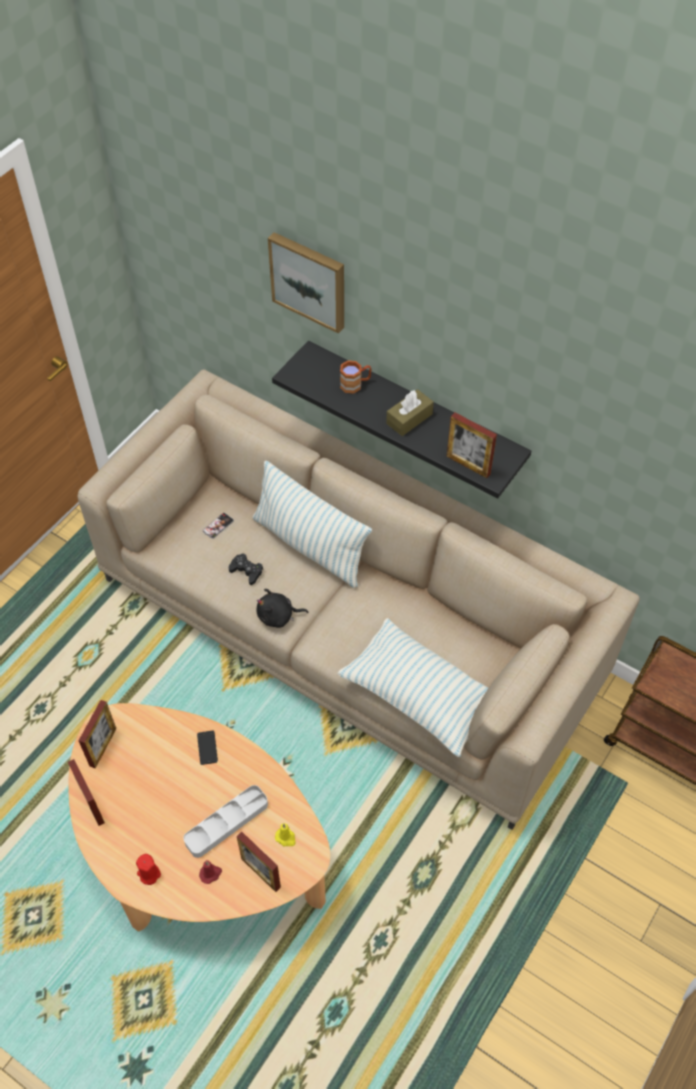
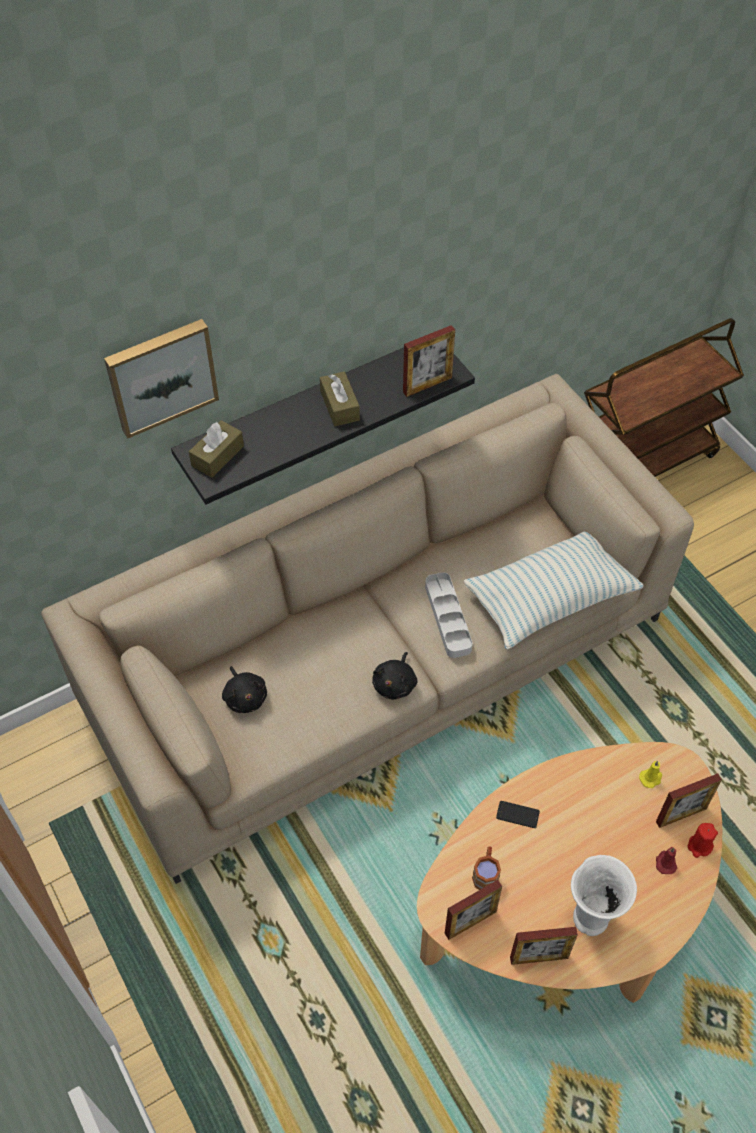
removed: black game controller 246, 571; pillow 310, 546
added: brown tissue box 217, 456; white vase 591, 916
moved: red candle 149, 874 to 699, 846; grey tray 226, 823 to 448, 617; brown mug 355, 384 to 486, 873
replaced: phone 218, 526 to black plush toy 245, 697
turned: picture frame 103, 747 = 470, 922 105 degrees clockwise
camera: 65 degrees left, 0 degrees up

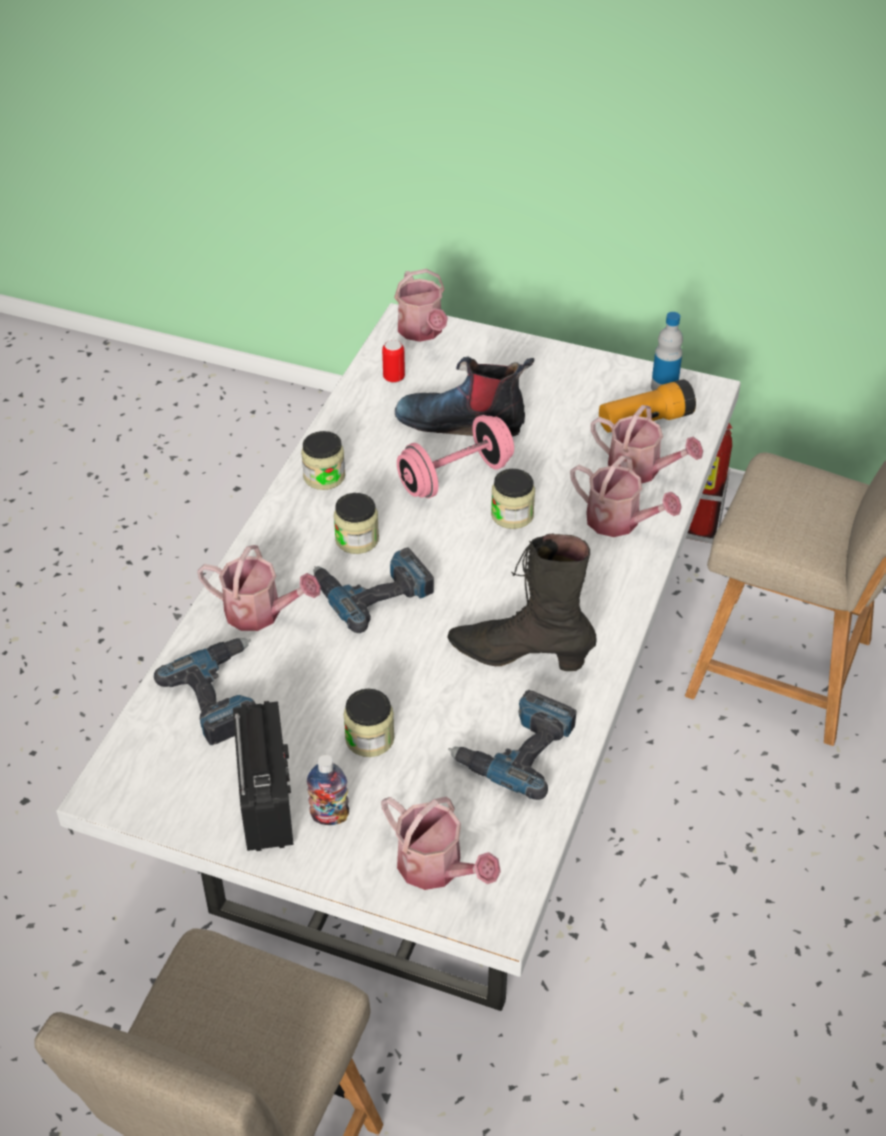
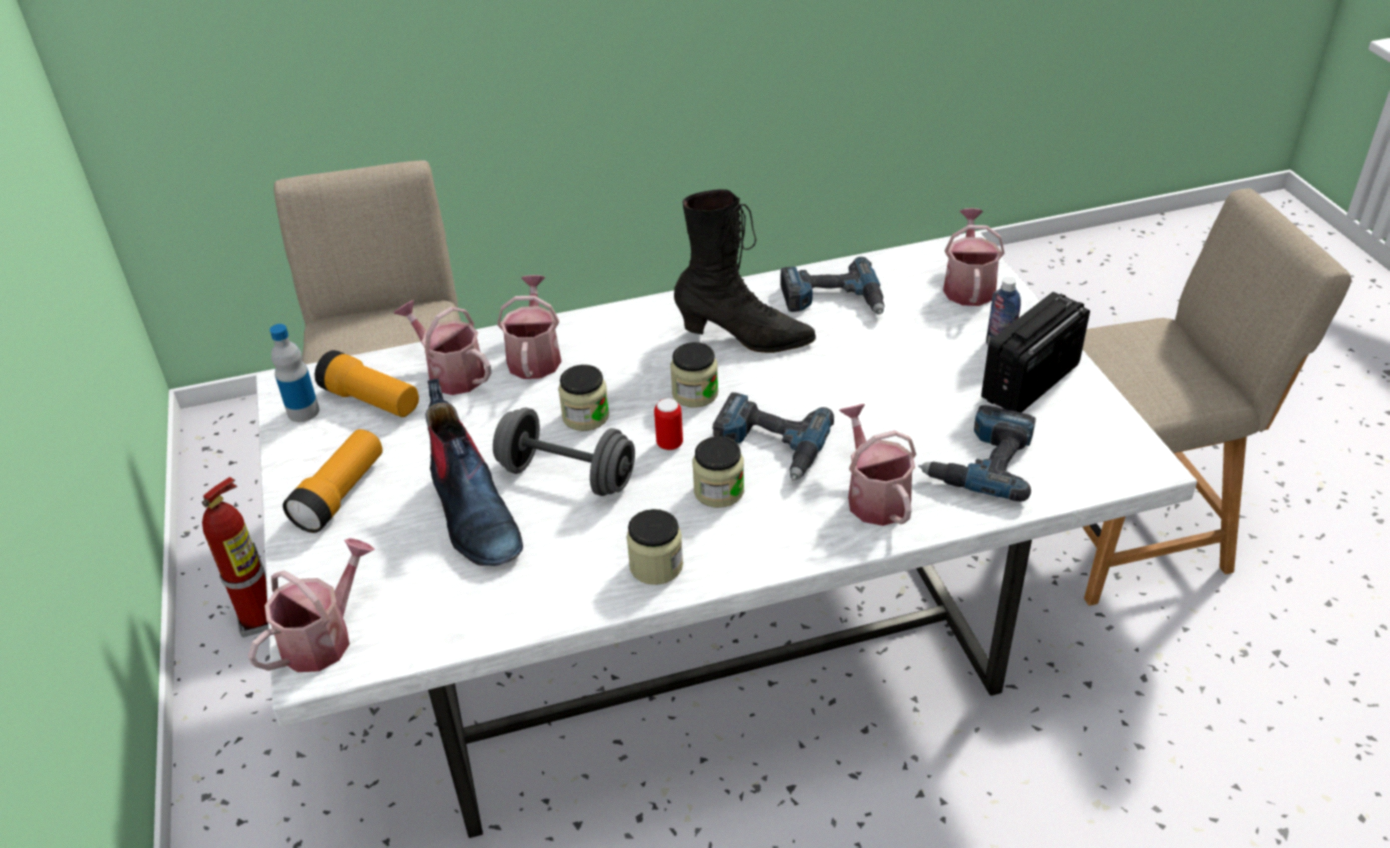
added: flashlight 340, 494
moved: jar 369, 738 to 695, 393; can 394, 378 to 669, 444
recoloured: pink dumbbell 455, 477 to grey dumbbell 567, 476
turned: black boot 520, 655 = 744, 338 60 degrees counterclockwise; watering can 641, 470 = 451, 373 45 degrees counterclockwise
camera: 125 degrees left, 5 degrees down

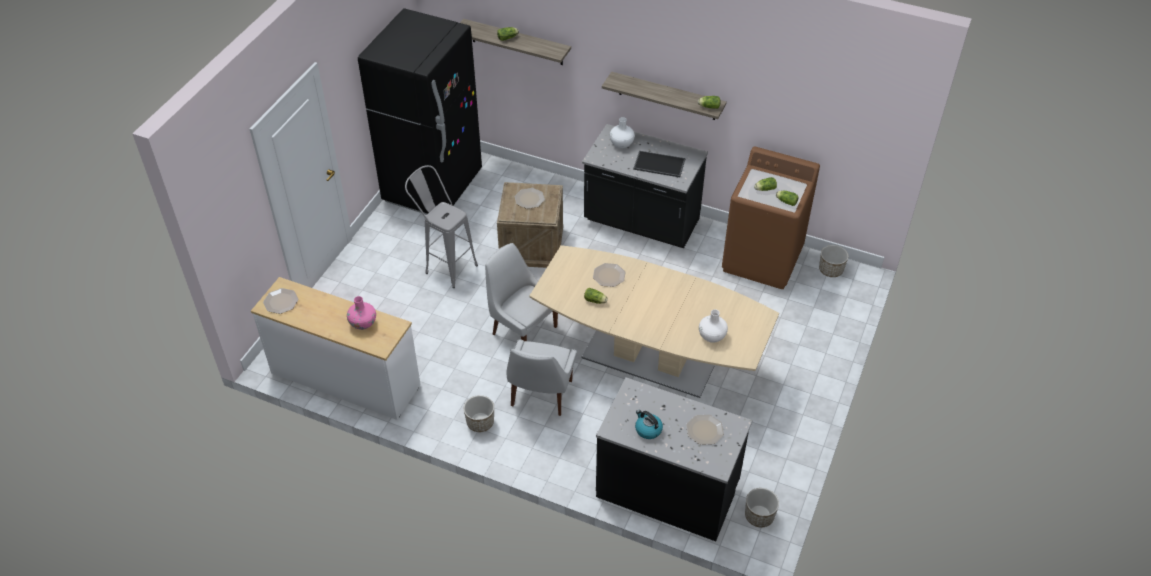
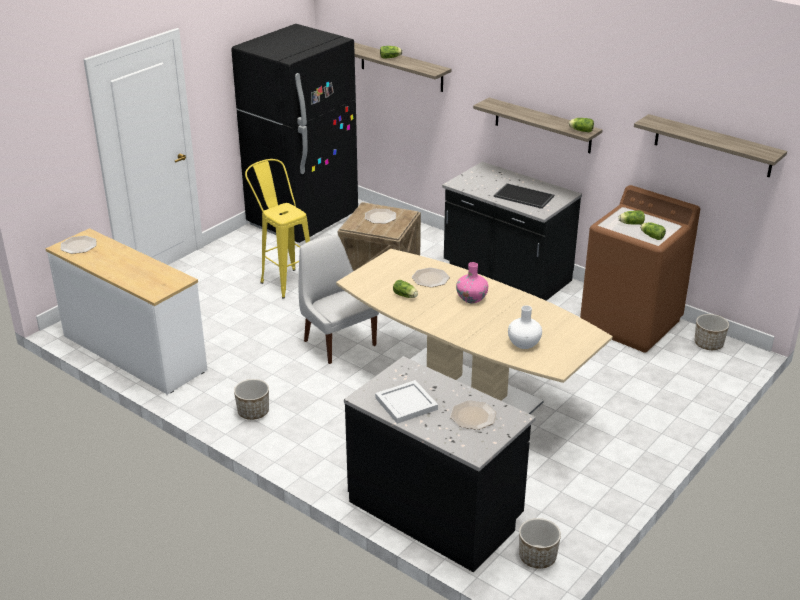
removed: white chair 540, 395; white vase 621, 144
added: shelf 713, 146
moved: pink vase 363, 323 to 471, 298
replaced: kettle 648, 429 to white tray 406, 404
recoloured: grey stool 445, 266 to yellow stool 283, 280
camera: 15 degrees right, 15 degrees down

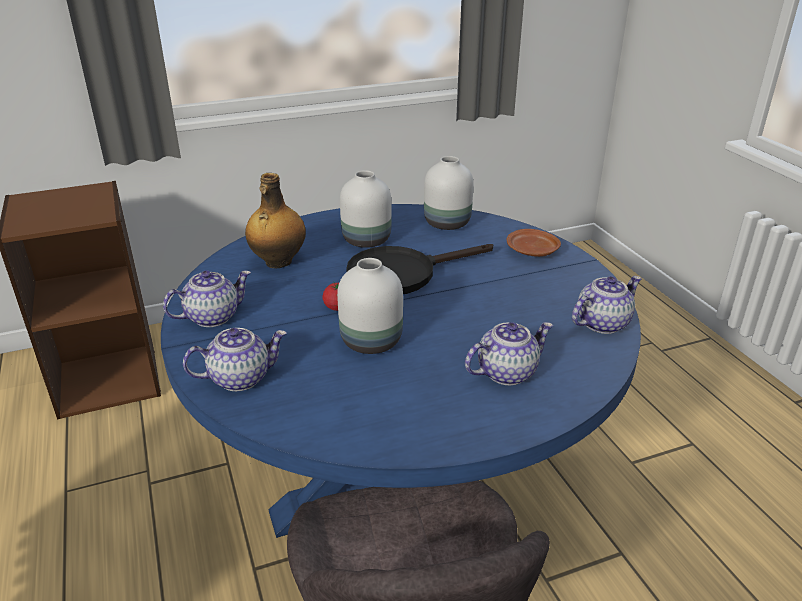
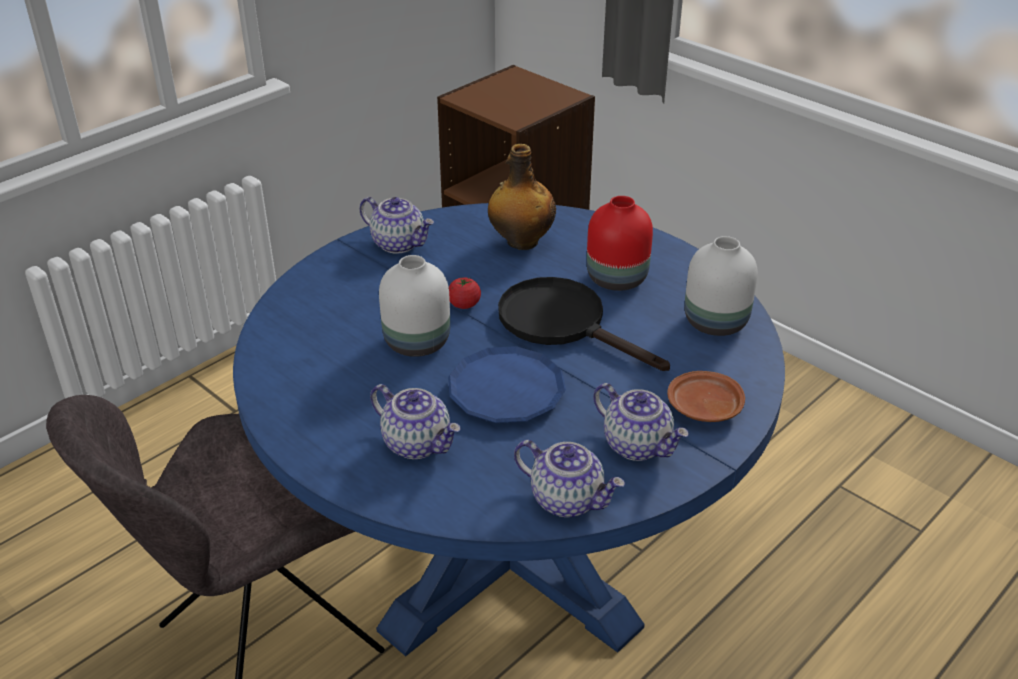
added: blue plate 506, 391
moved: teapot 240, 377 to 638, 445
recoloured: white vase 365, 241 to red vase 615, 279
camera: 65 degrees right, 5 degrees up

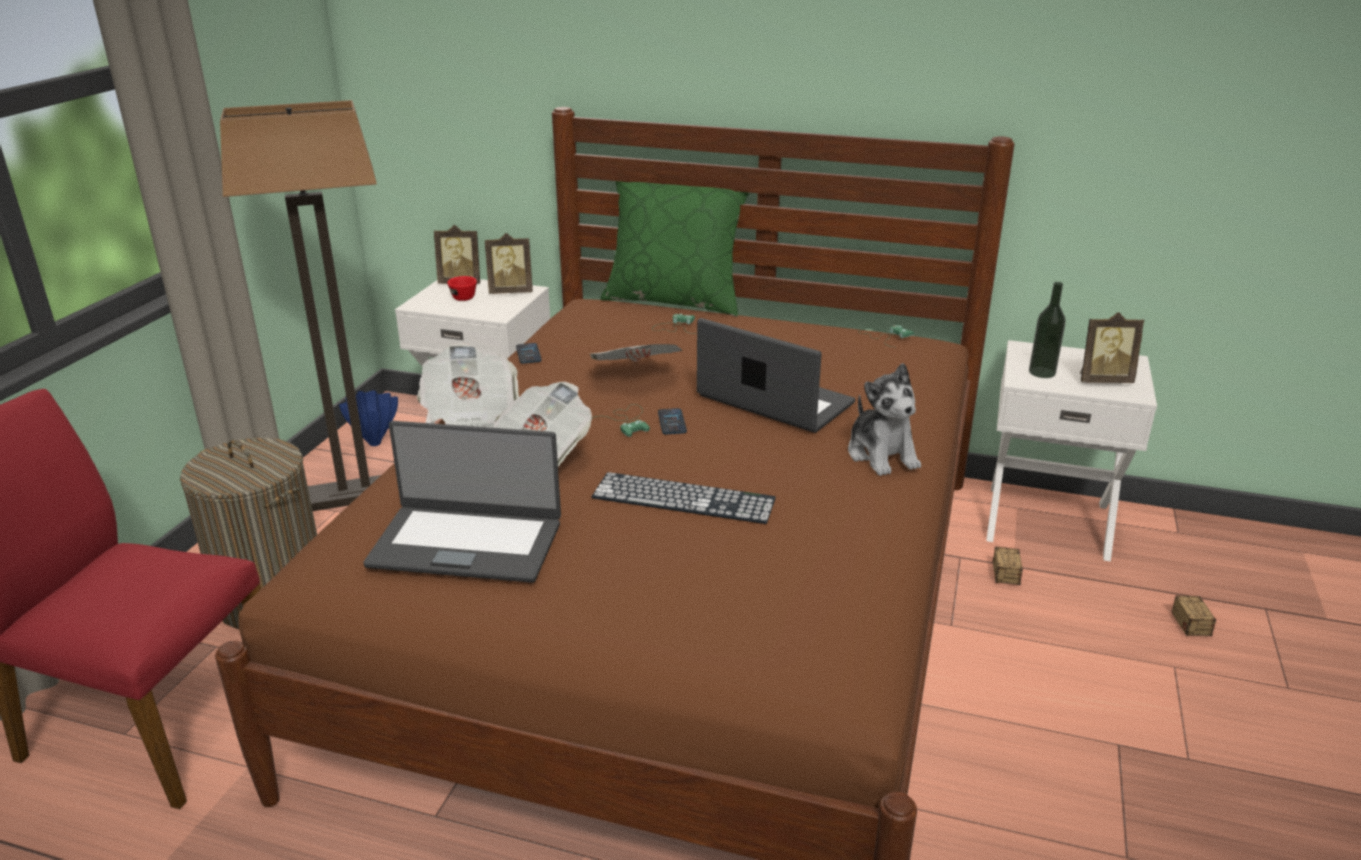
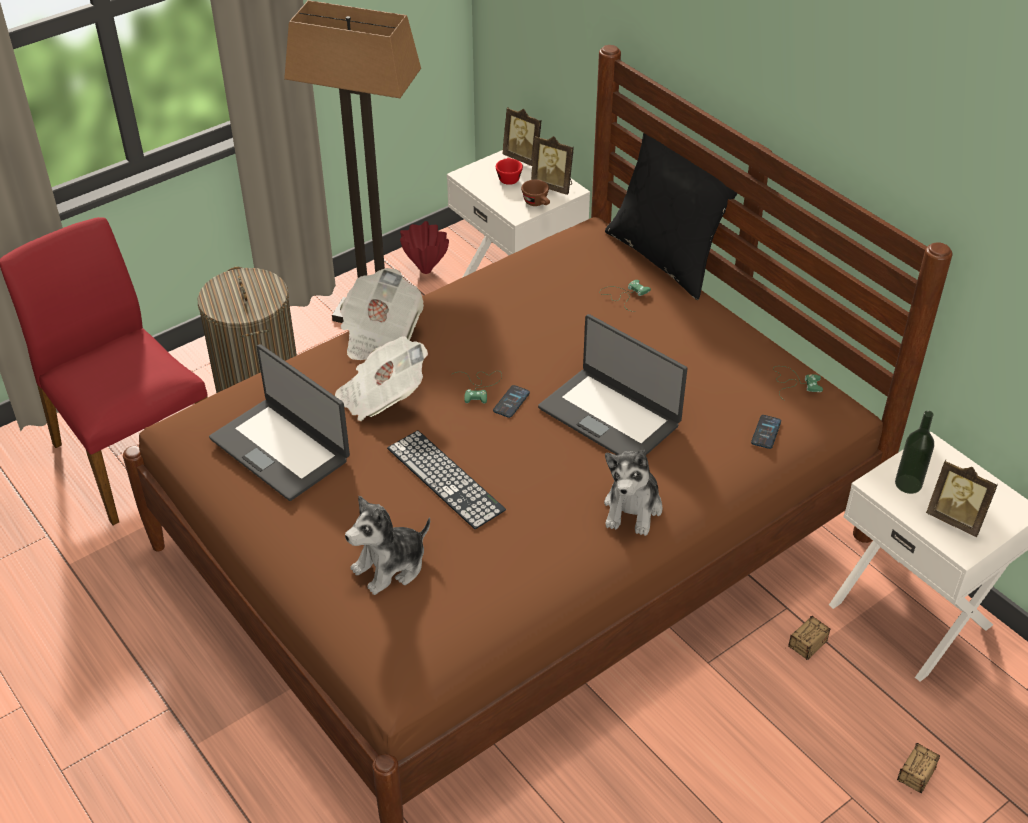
removed: newspaper 635, 376
added: plush toy 390, 566; brown cup 537, 203
moved: phone 528, 354 to 766, 432
recoloured: blue vase 373, 443 to red vase 425, 270; green pillow 675, 300 to black pillow 667, 257
turned: laptop 774, 401 = 610, 415 150 degrees clockwise
camera: 35 degrees right, 15 degrees up

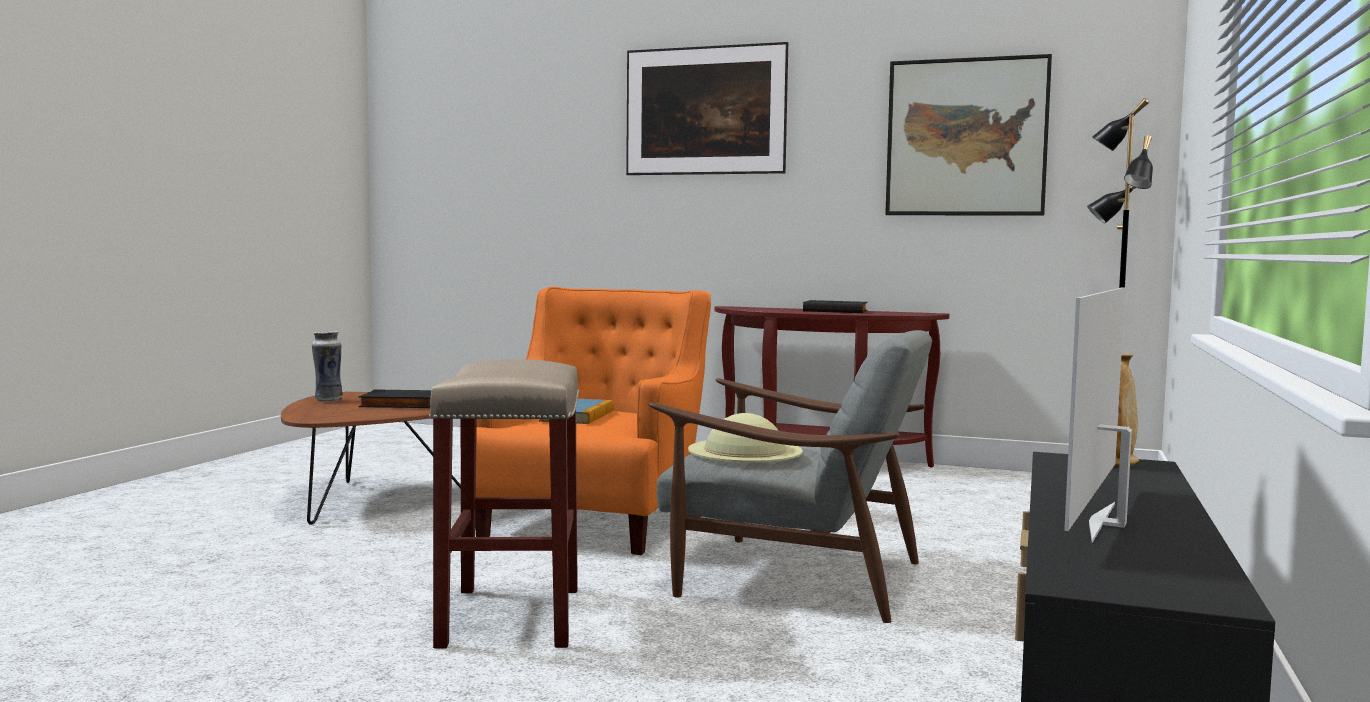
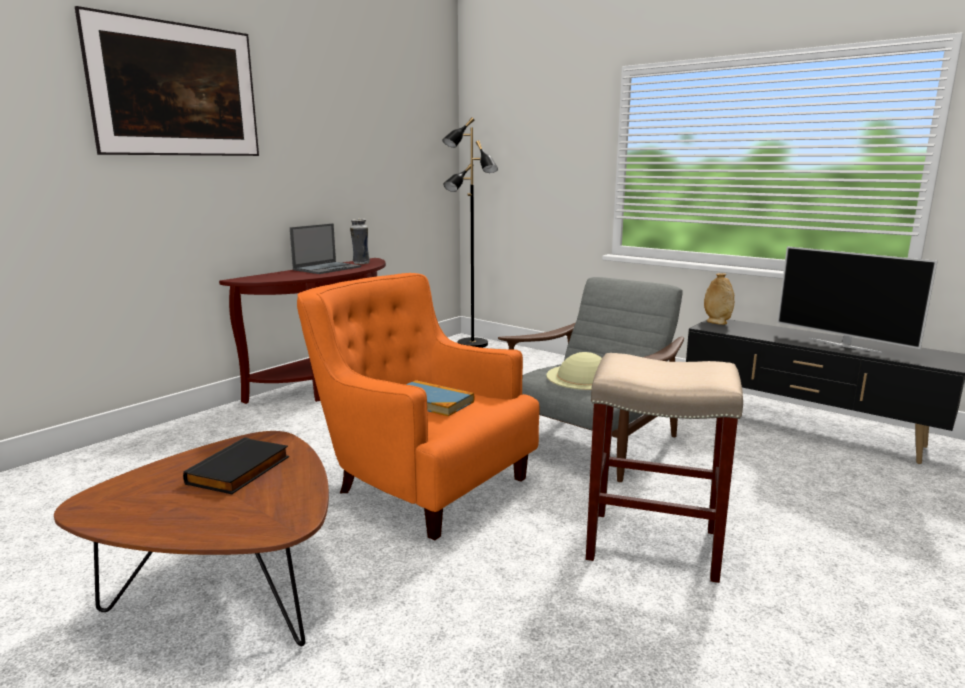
removed: picture 966, 137
moved: vase 328, 400 to 360, 263
replaced: black book 836, 311 to laptop 327, 268
camera: 70 degrees left, 10 degrees up

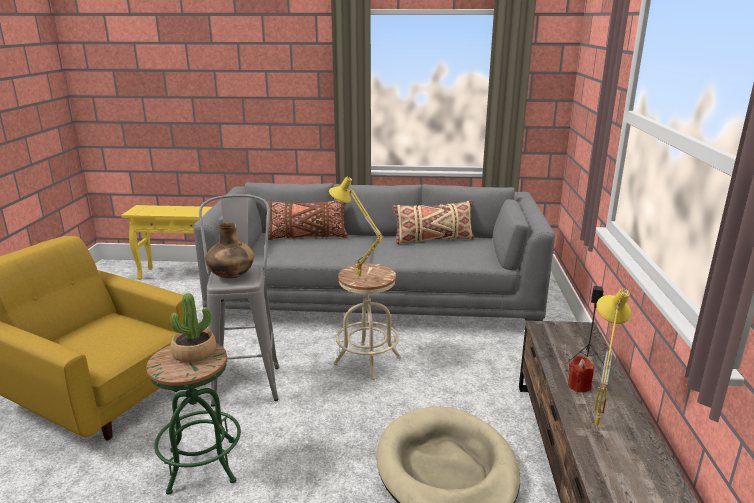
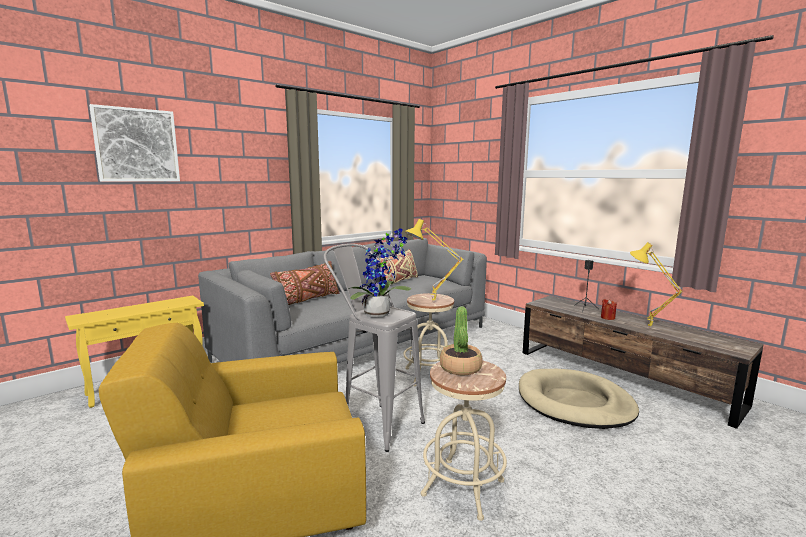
added: picture 137, 145
replaced: brown vase 231, 276 to potted plant 380, 315
recoloured: green stool 202, 465 to beige stool 463, 487
camera: 45 degrees left, 10 degrees down

